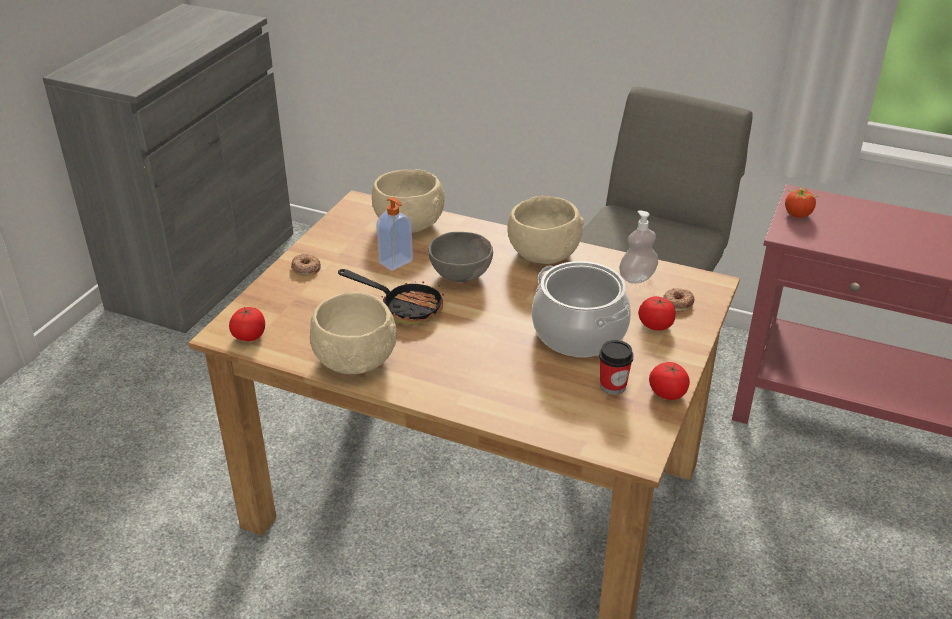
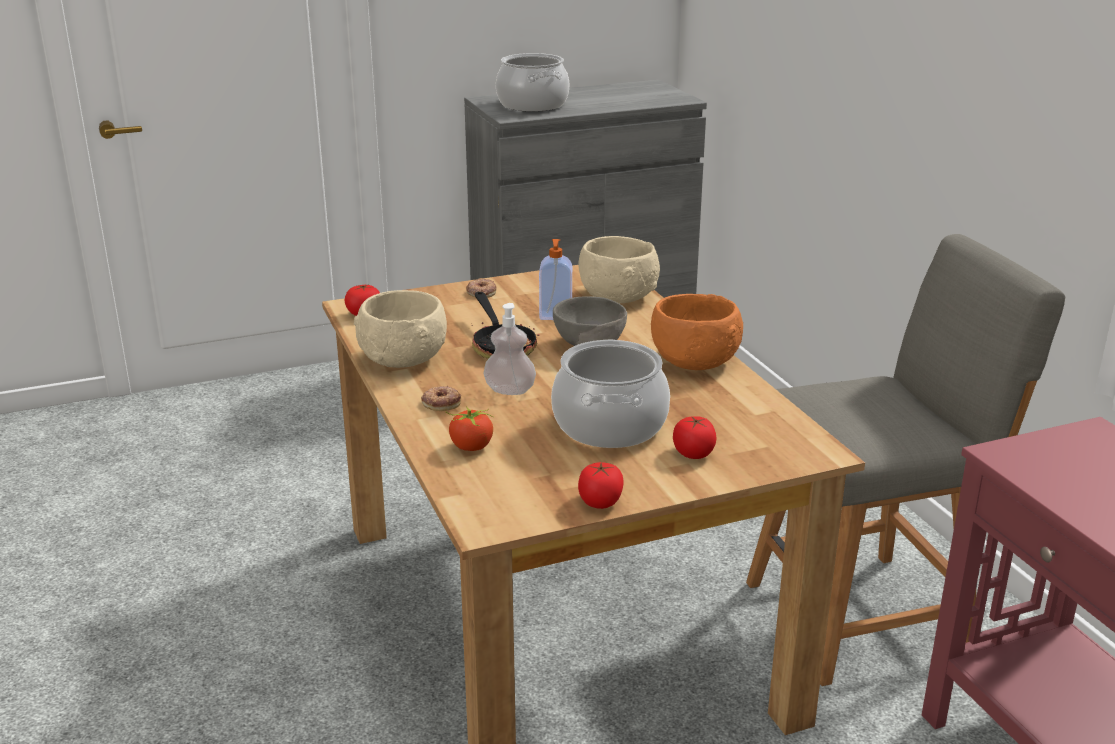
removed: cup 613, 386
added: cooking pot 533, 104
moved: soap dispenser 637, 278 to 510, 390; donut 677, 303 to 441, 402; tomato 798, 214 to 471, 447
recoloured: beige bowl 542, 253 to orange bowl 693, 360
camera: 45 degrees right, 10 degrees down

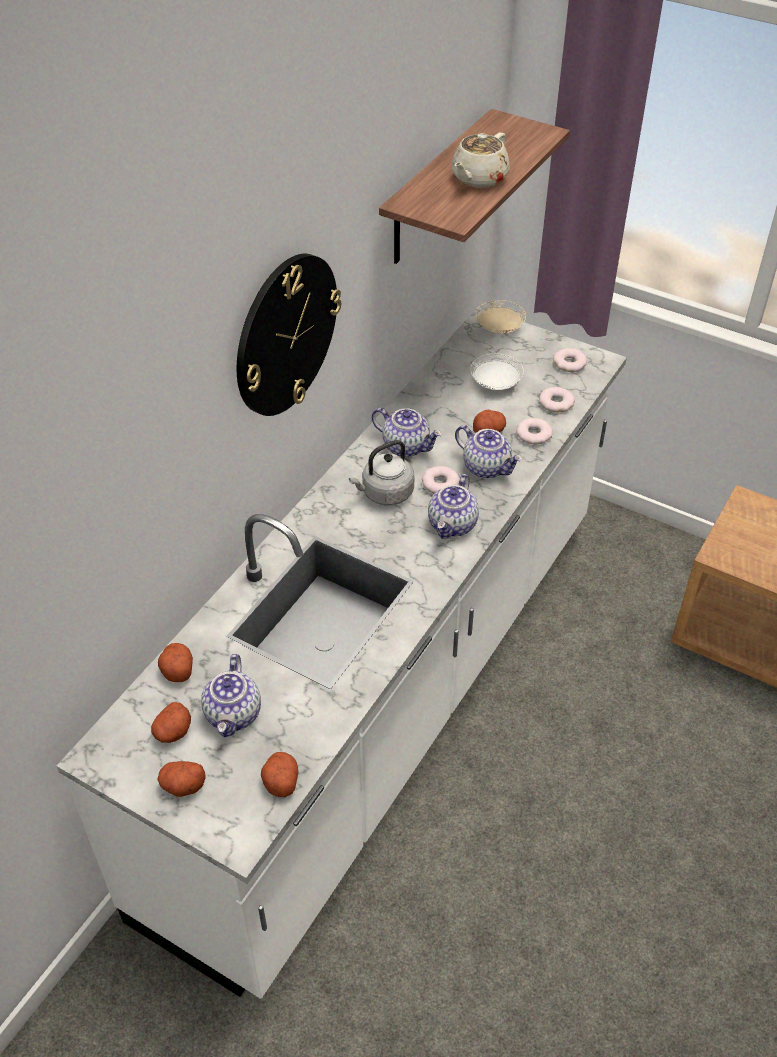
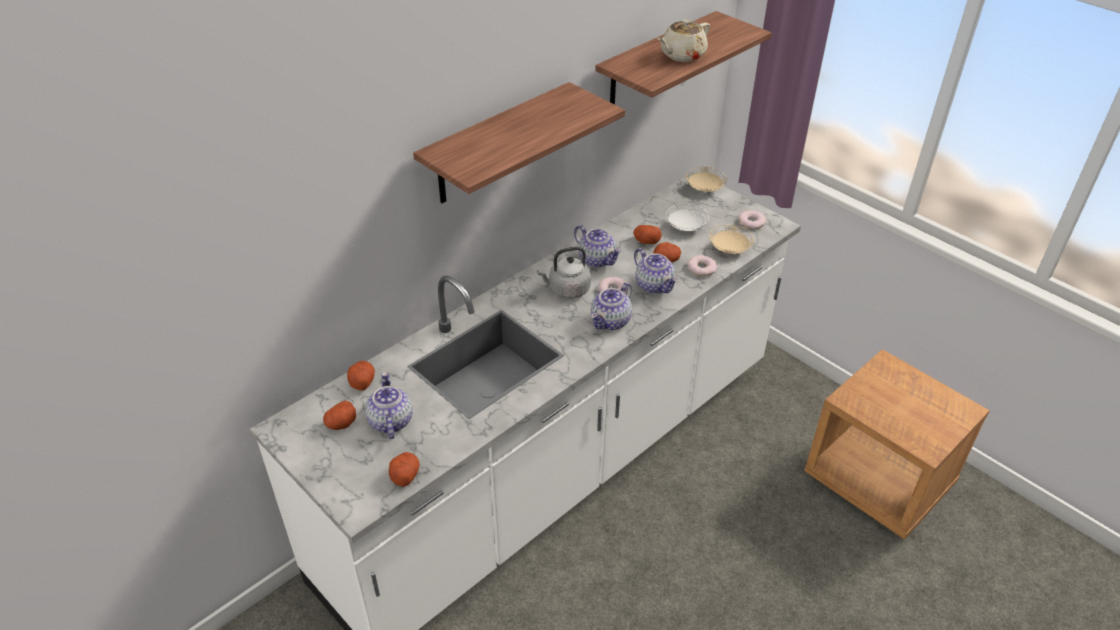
moved: potato 182, 785 to 646, 241
replaced: wall clock 286, 335 to shelf 496, 145; donut 556, 403 to beige plate 729, 249
turned: teapot 234, 714 = 390, 421 150 degrees clockwise
camera: 15 degrees right, 5 degrees down

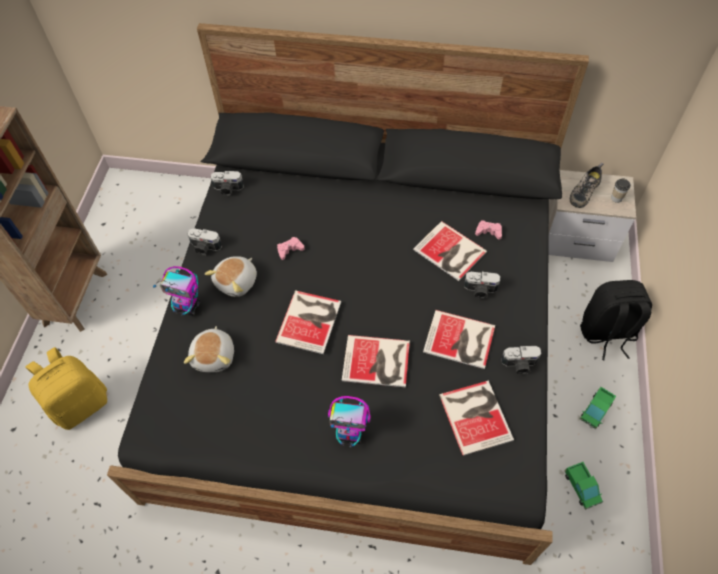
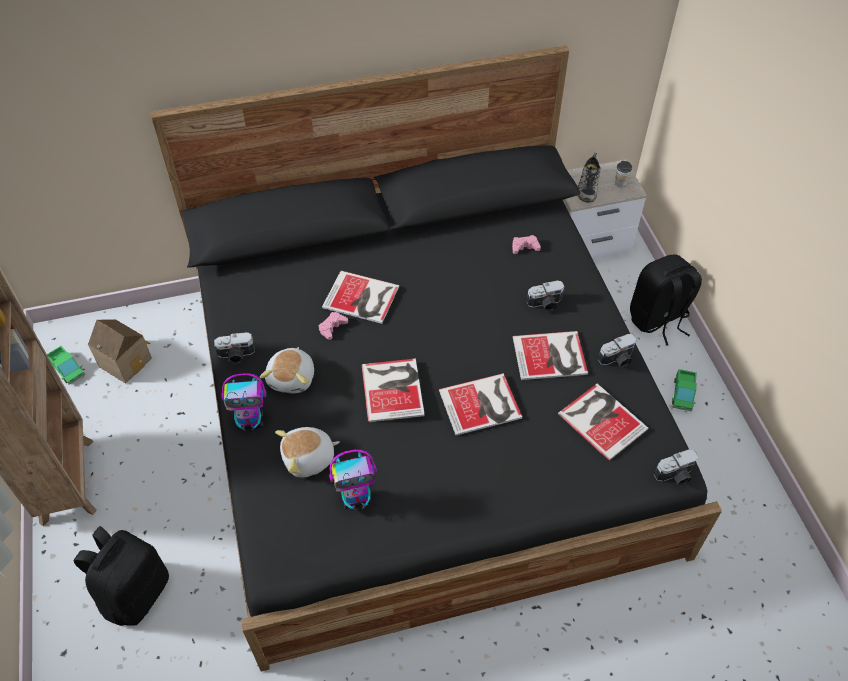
added: toy house 127, 360
moved: photo camera 228, 189 to 675, 476; toy robot 350, 434 to 356, 498; book 450, 252 to 362, 298; toy truck 582, 487 to 67, 369
recoloured: yellow backpack 80, 404 to black backpack 135, 592
turned: plush toy 215, 356 = 309, 459 90 degrees clockwise
camera: 25 degrees left, 5 degrees down

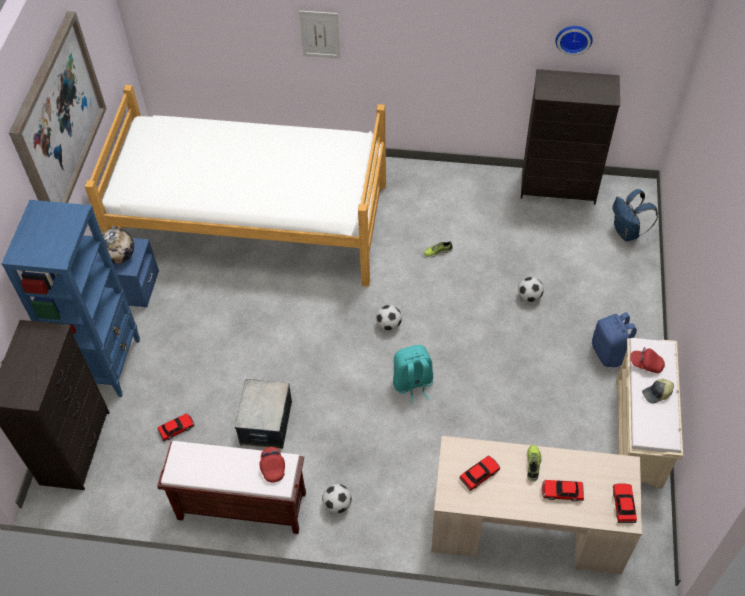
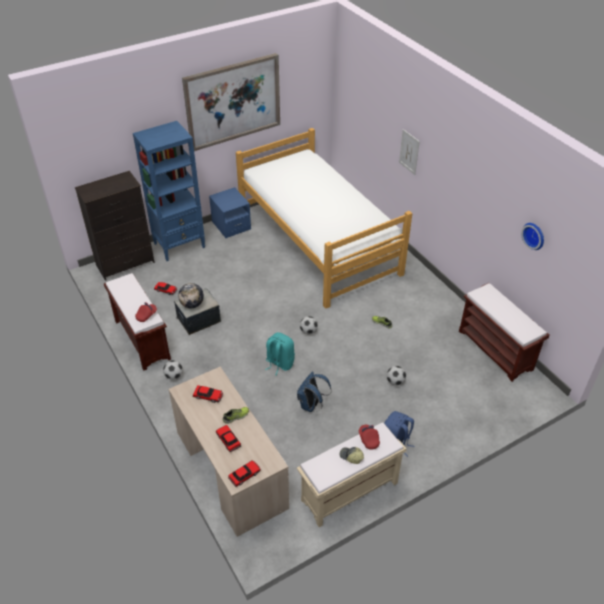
moved: globe 119, 256 to 192, 304; blue backpack 627, 232 to 311, 405
replaced: black dresser 559, 187 to brown bench 496, 350
camera: 50 degrees right, 10 degrees down

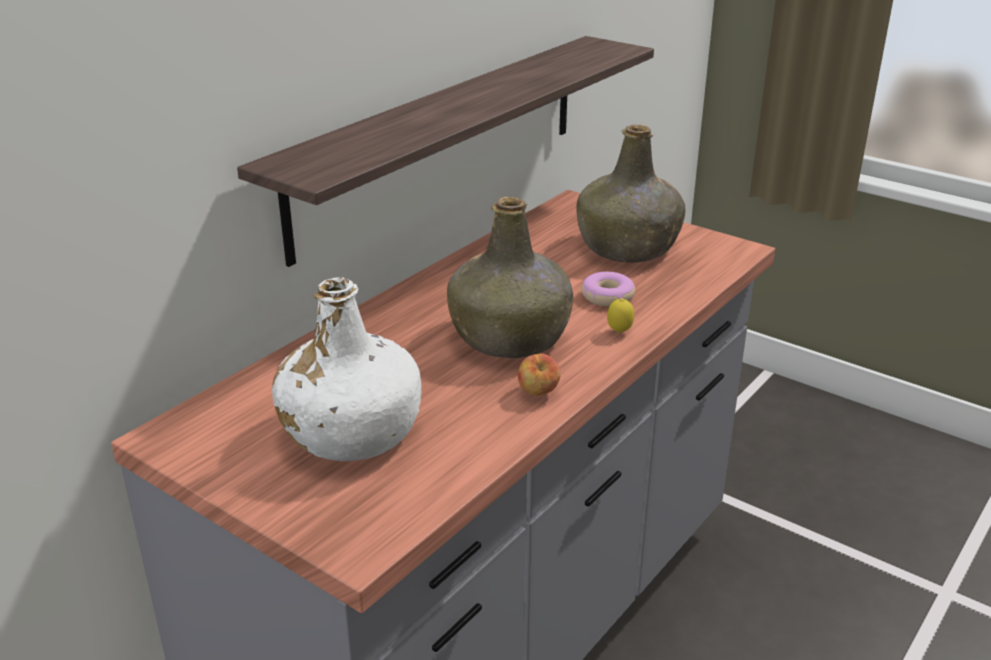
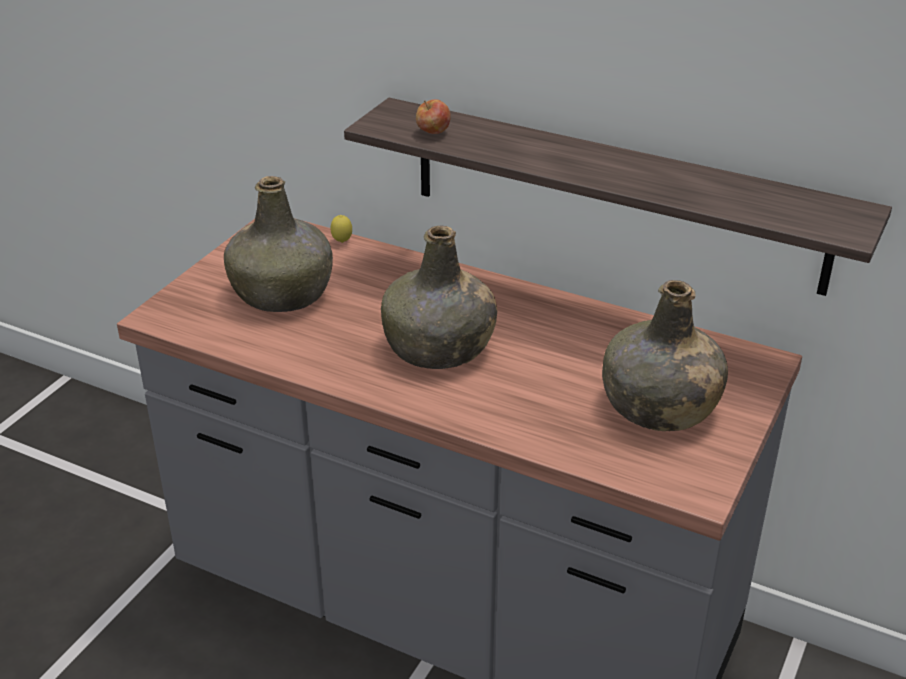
removed: donut 607, 296
moved: apple 538, 393 to 433, 133; lemon 619, 332 to 342, 242
recoloured: white bottle 351, 432 to green bottle 283, 293
camera: 80 degrees right, 5 degrees up

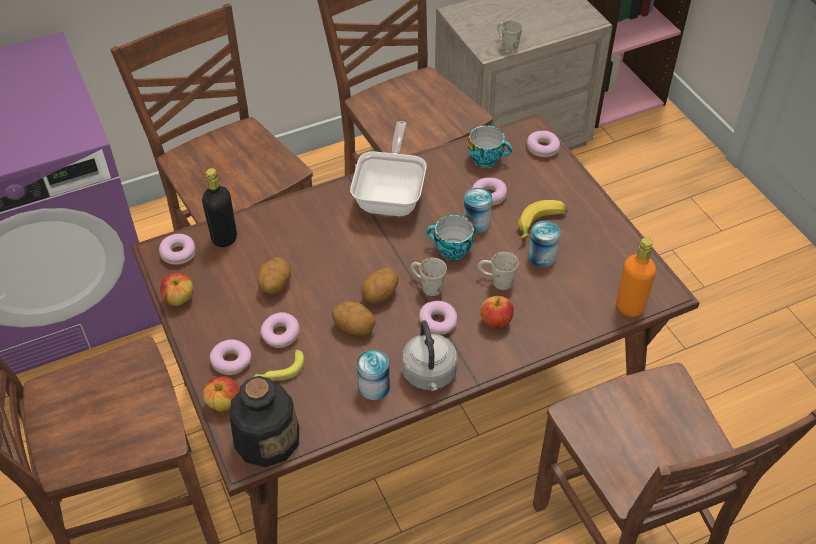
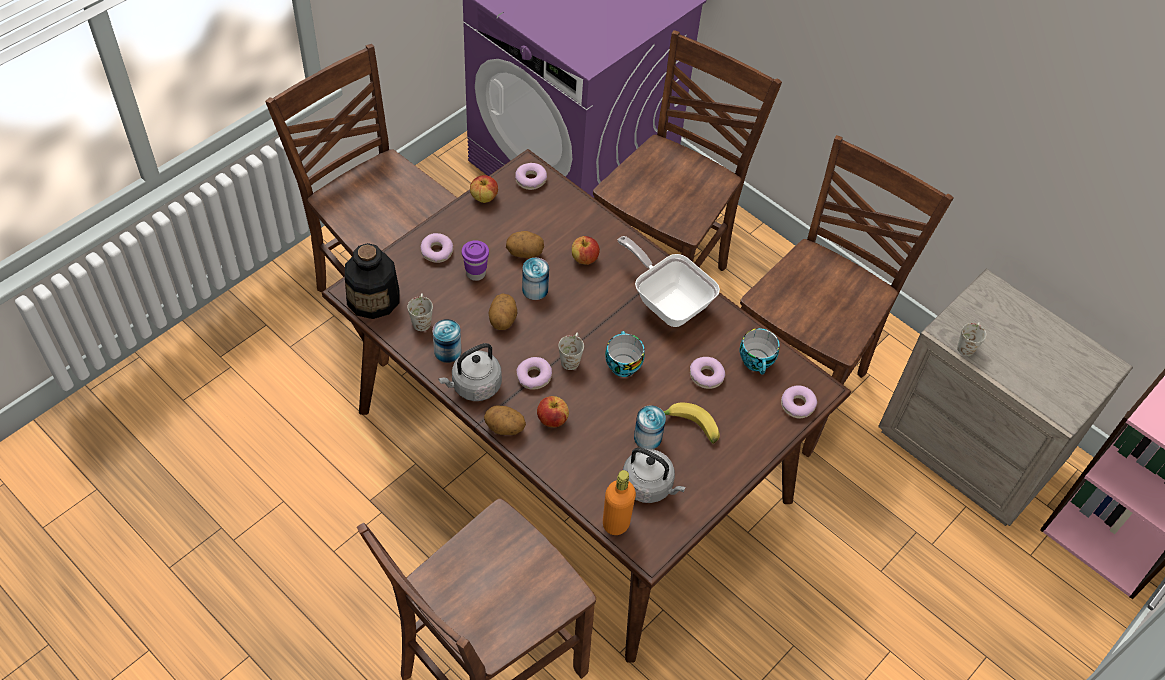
removed: black bottle 224, 238; banana 280, 371
added: grey kettle 649, 486
moved: apple 224, 403 to 584, 259; potato 380, 295 to 504, 428; can 476, 223 to 535, 289; white mug 496, 281 to 421, 319
replaced: donut 280, 334 to purple cup 476, 273
turned: frying pan 391, 196 = 667, 301 120 degrees counterclockwise
camera: 65 degrees right, 5 degrees up

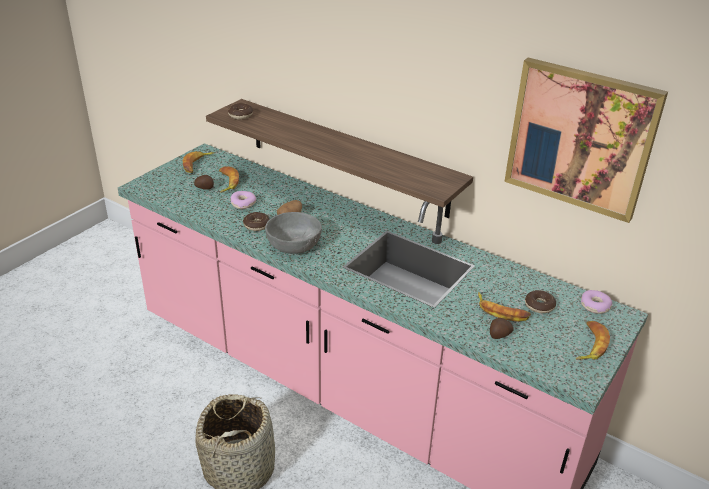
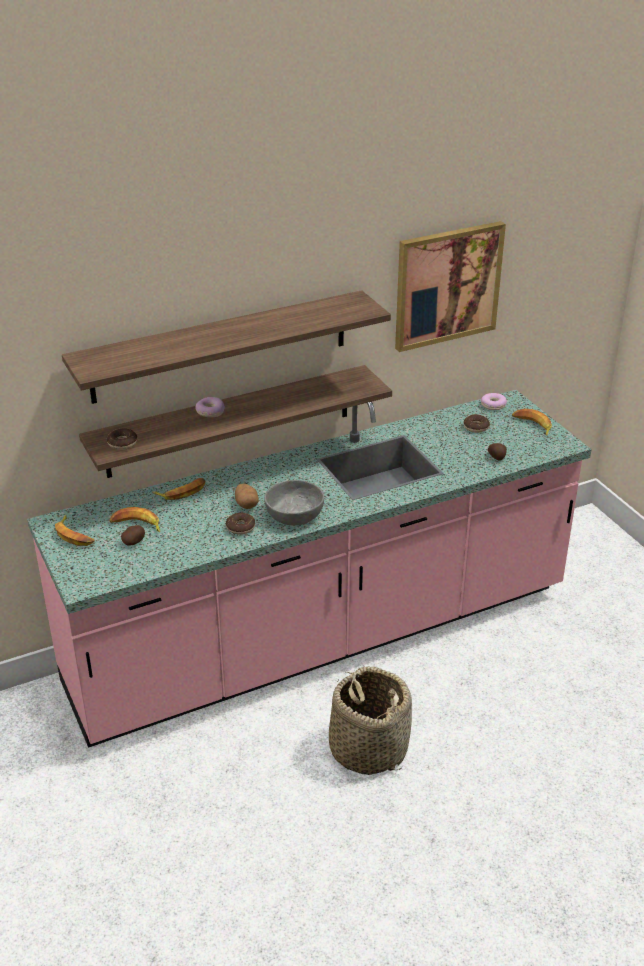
added: shelf 221, 346
moved: donut 243, 203 to 210, 412; banana 501, 311 to 182, 492
camera: 60 degrees left, 0 degrees up

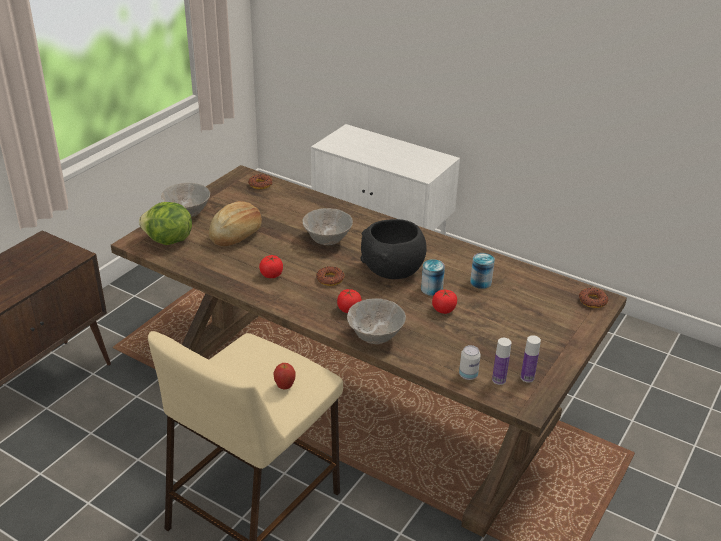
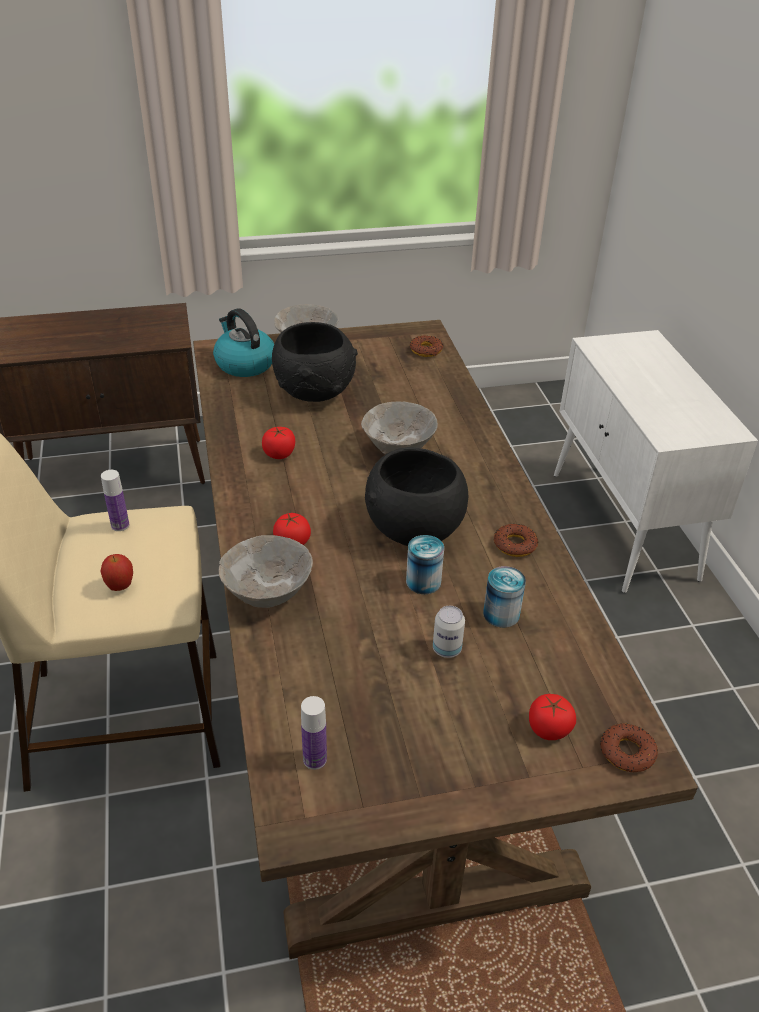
moved: donut 330, 279 to 515, 544; tomato 443, 309 to 549, 729; can 468, 375 to 446, 649; bottle 527, 378 to 120, 525
replaced: lettuce 168, 241 to kettle 244, 364; bread 237, 235 to black bowl 316, 392
camera: 45 degrees right, 5 degrees up

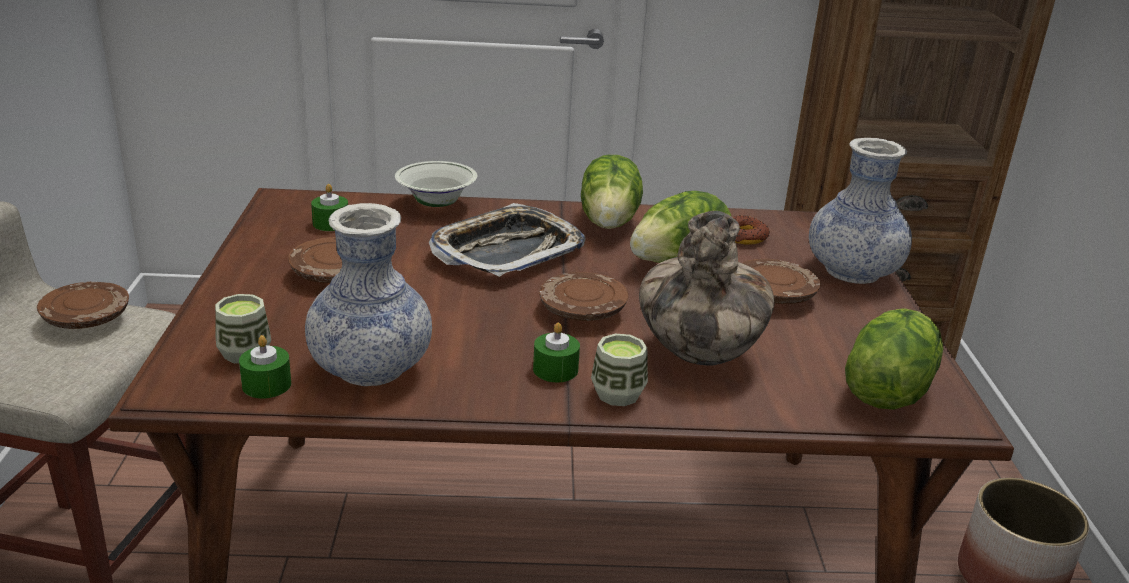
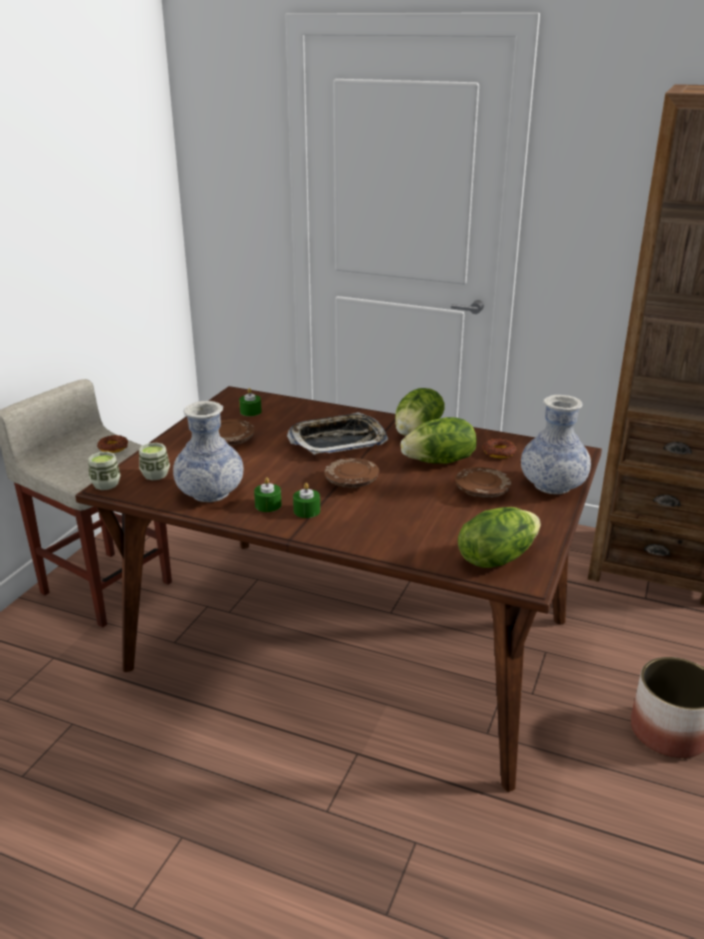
removed: white bowl 436, 204; vase 699, 353
moved: green candle 266, 385 to 268, 505; cup 617, 394 to 106, 484
replaced: brown plate 87, 318 to donut 113, 447
camera: 25 degrees right, 0 degrees up

